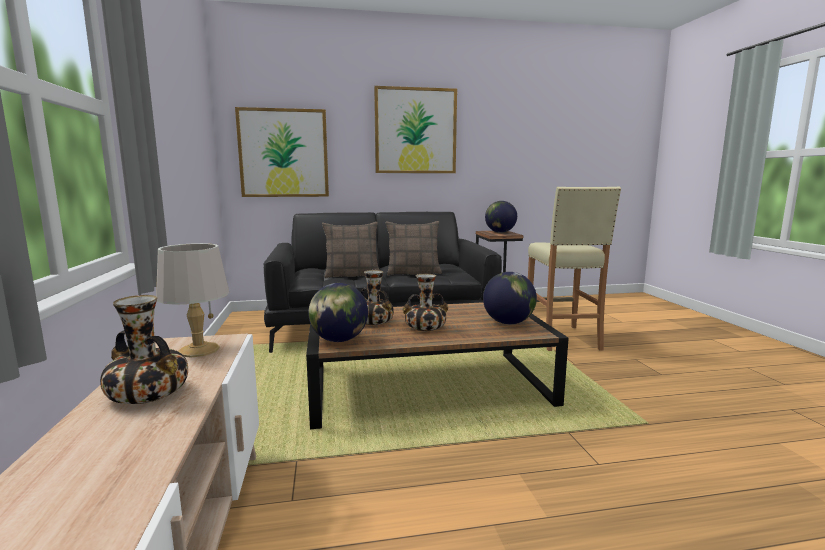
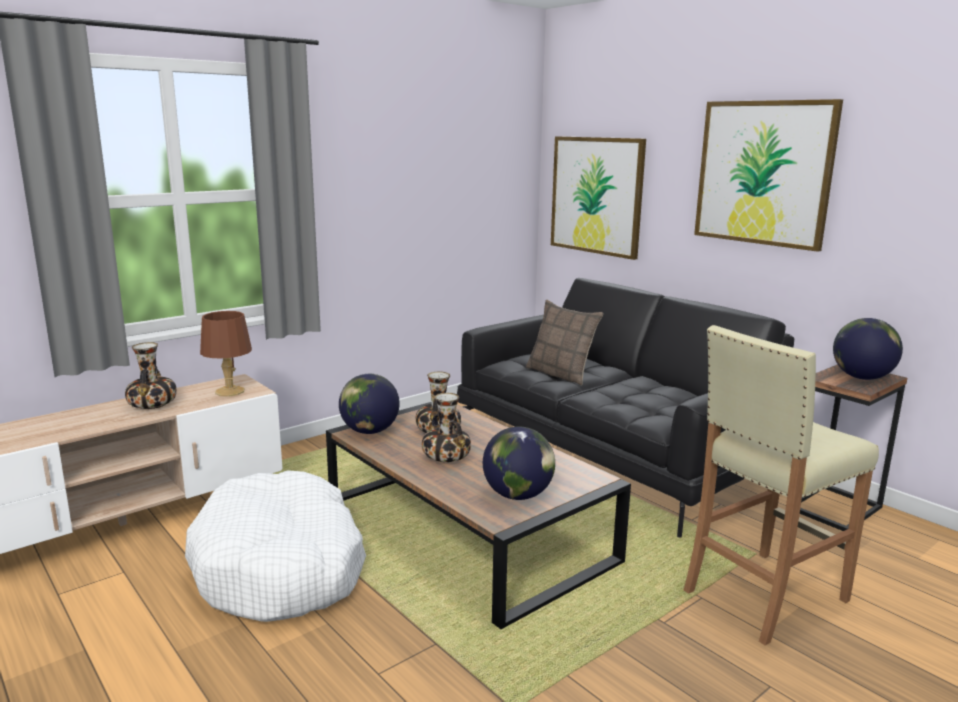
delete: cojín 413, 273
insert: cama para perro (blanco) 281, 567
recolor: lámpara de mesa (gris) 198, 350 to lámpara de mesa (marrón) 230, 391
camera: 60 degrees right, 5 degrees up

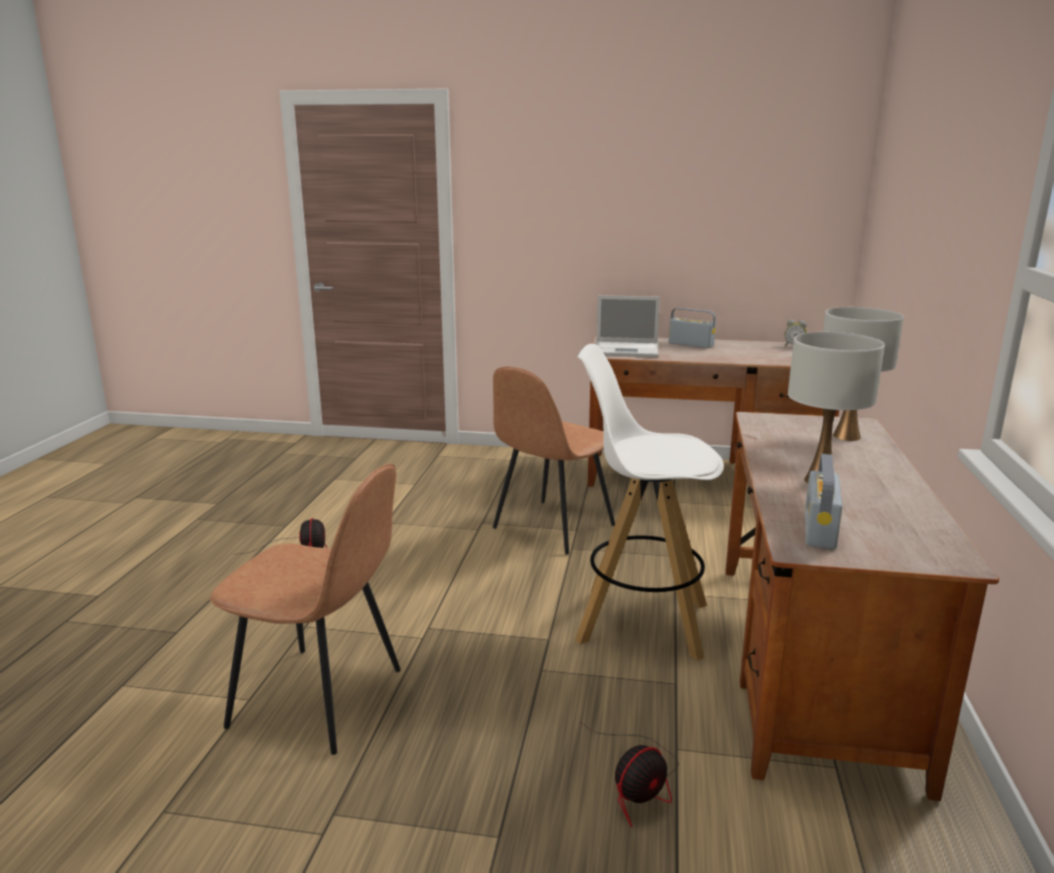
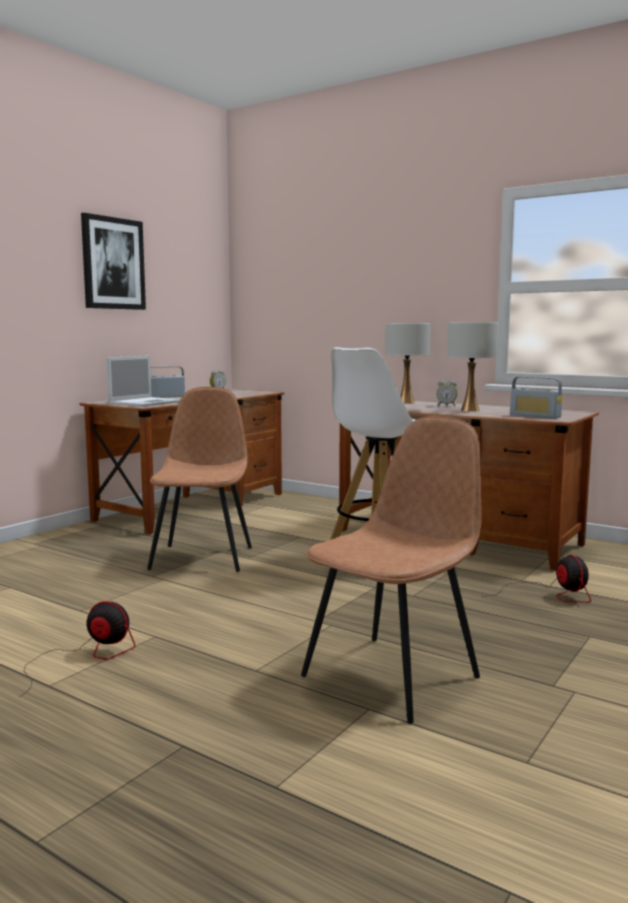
insert: cuadro 113, 263; despertador 446, 405
rotate: silla (marrón) 551, 527 = 203, 557 150 degrees counterclockwise
camera: 65 degrees left, 10 degrees down

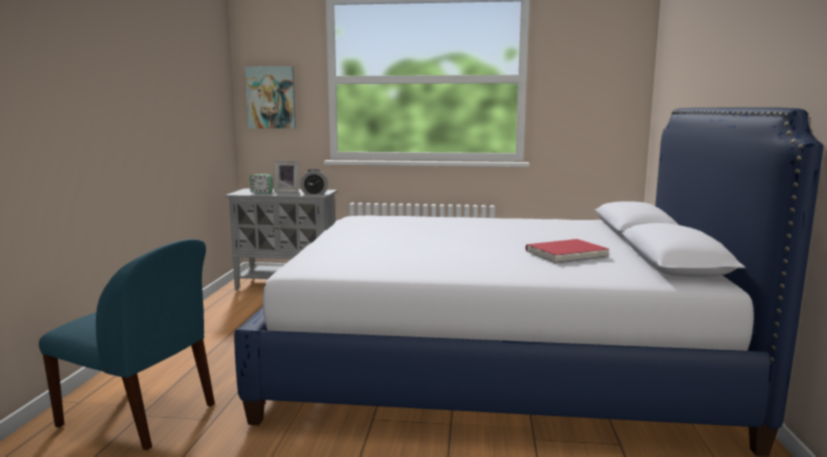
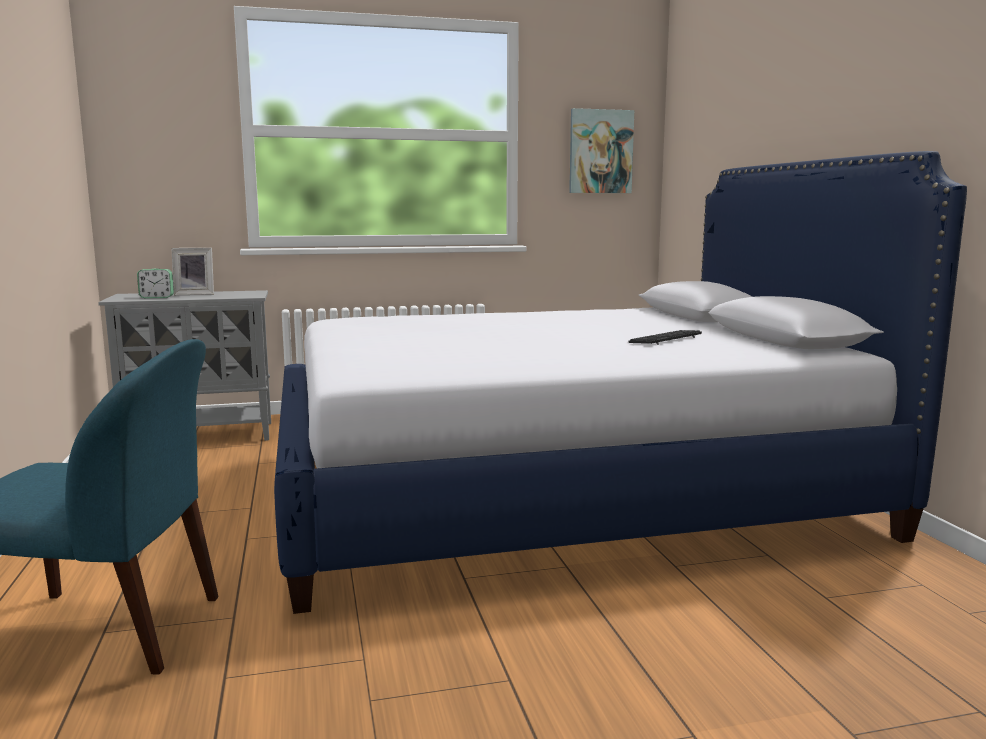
delete: despertador 314, 194
move: cuadro 271, 97 to 600, 151
replace: libro (rojo) 566, 254 to teclado 666, 339
camera: 20 degrees left, 0 degrees up

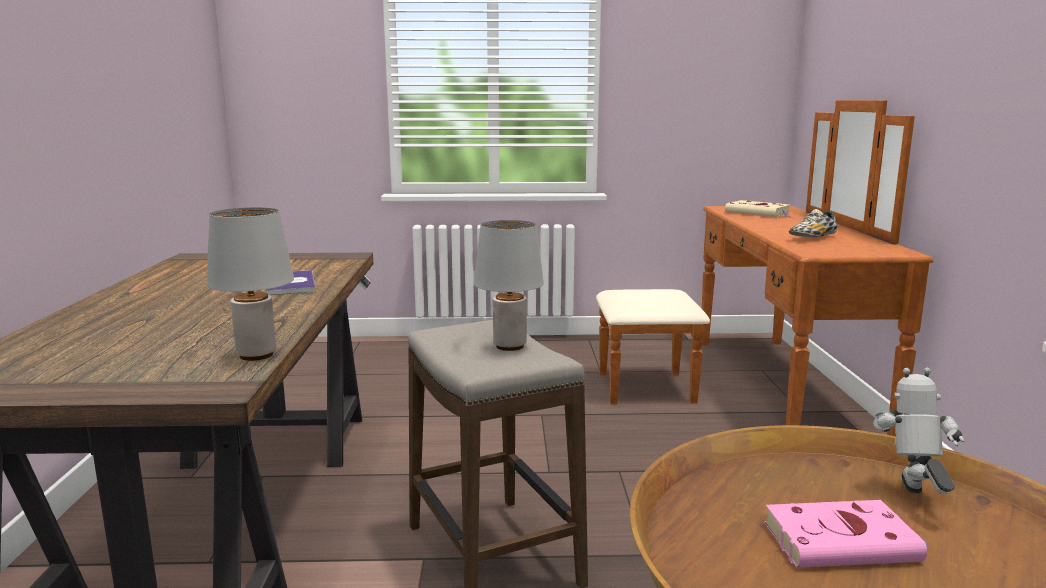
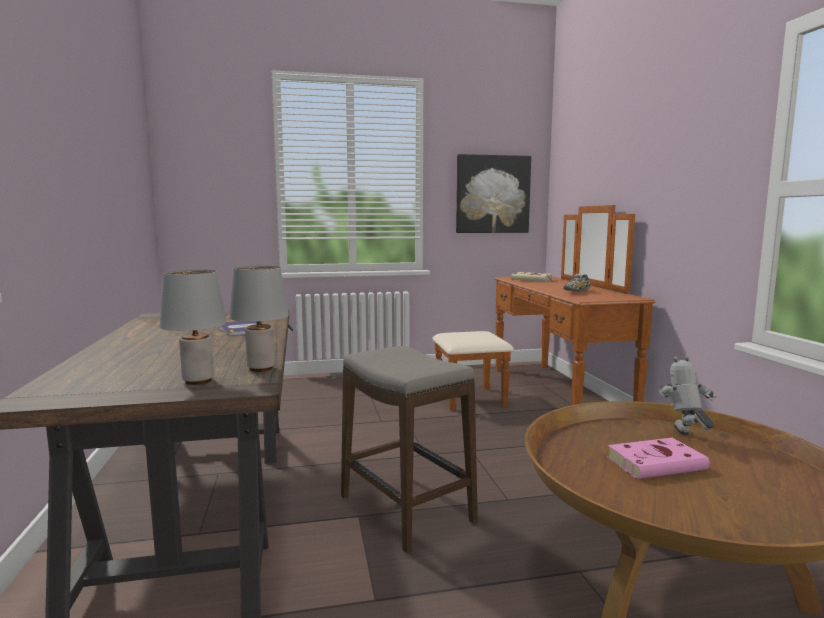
insert: cuadro 492, 194
move: lámpara de mesa (gris) 509, 346 to 197, 381
camera: 10 degrees left, 5 degrees down

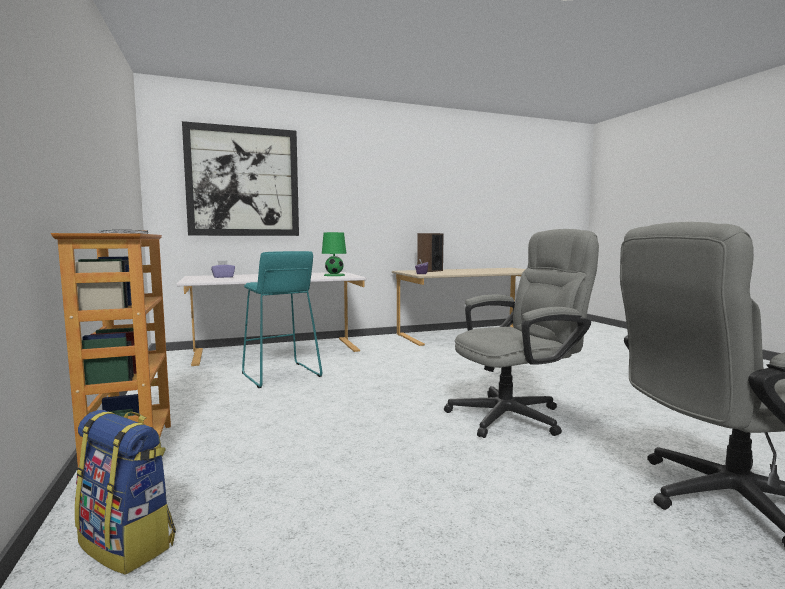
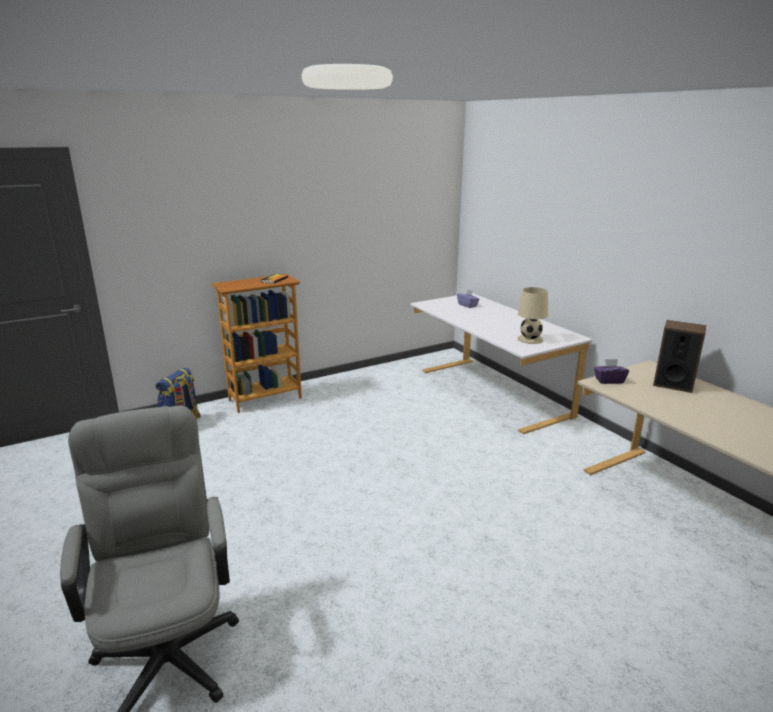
delete: cuadro 243, 182; silla de oficina (gris) 516, 415; taburete (turquesa) 280, 375
recolor: lámpara de mesa (verde) 334, 275 to lámpara de mesa (beis) 530, 339
camera: 80 degrees right, 15 degrees up

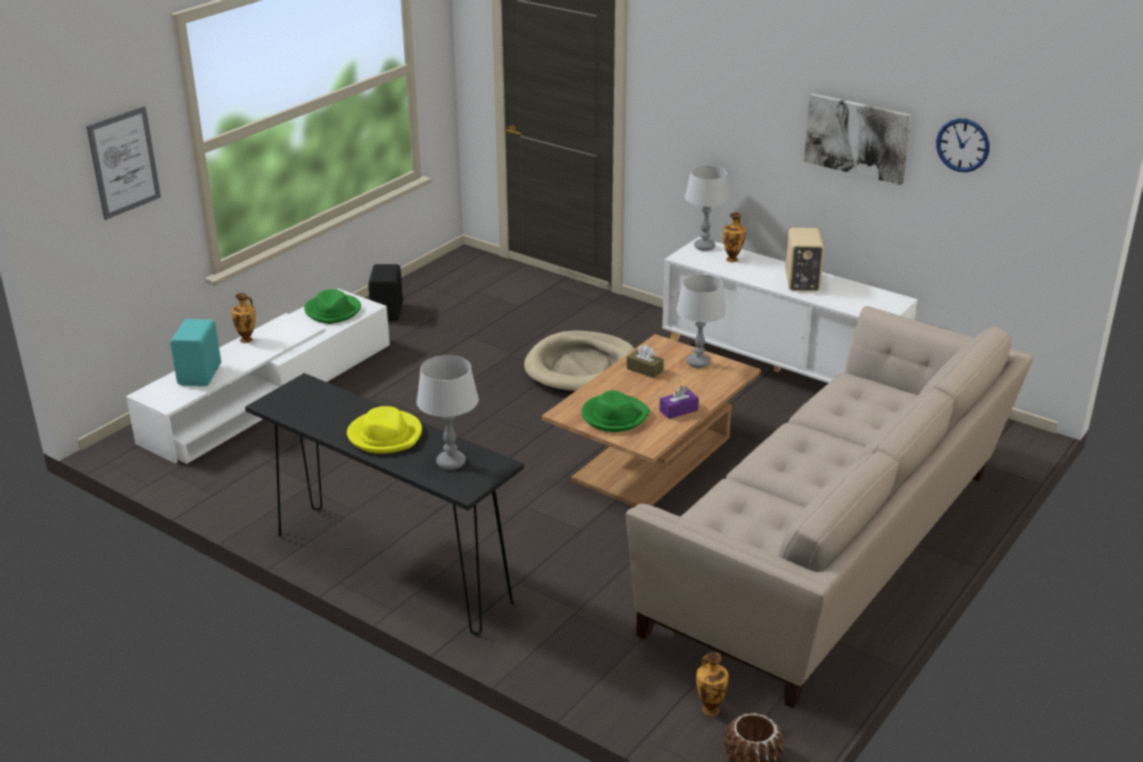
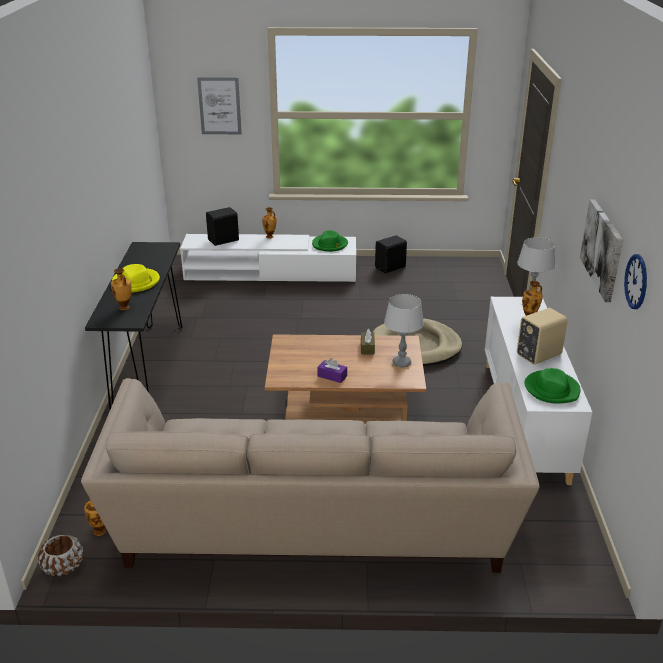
move: sombrero (verde) 614, 416 to 552, 389
replace: lámpara de mesa (gris) 451, 462 to florero 124, 308
recolor: altavoz (turquesa) 201, 375 to altavoz (negro) 224, 240
camera: 55 degrees right, 0 degrees up

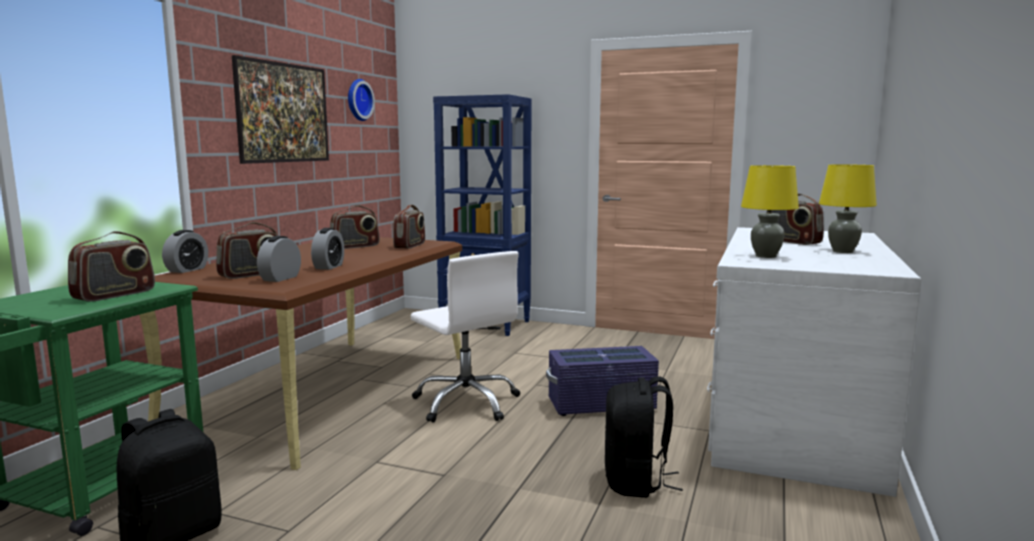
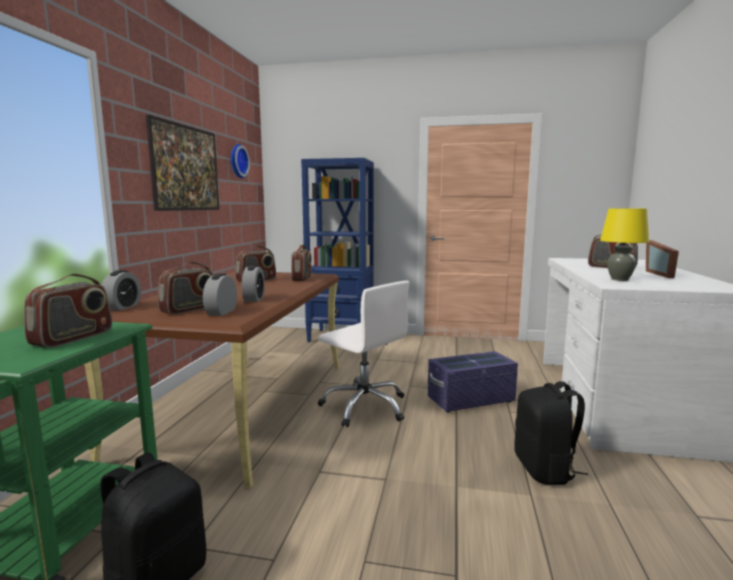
replace: lámpara de mesa (amarillo) 842, 251 to portarretratos 663, 274
camera: 10 degrees left, 0 degrees up

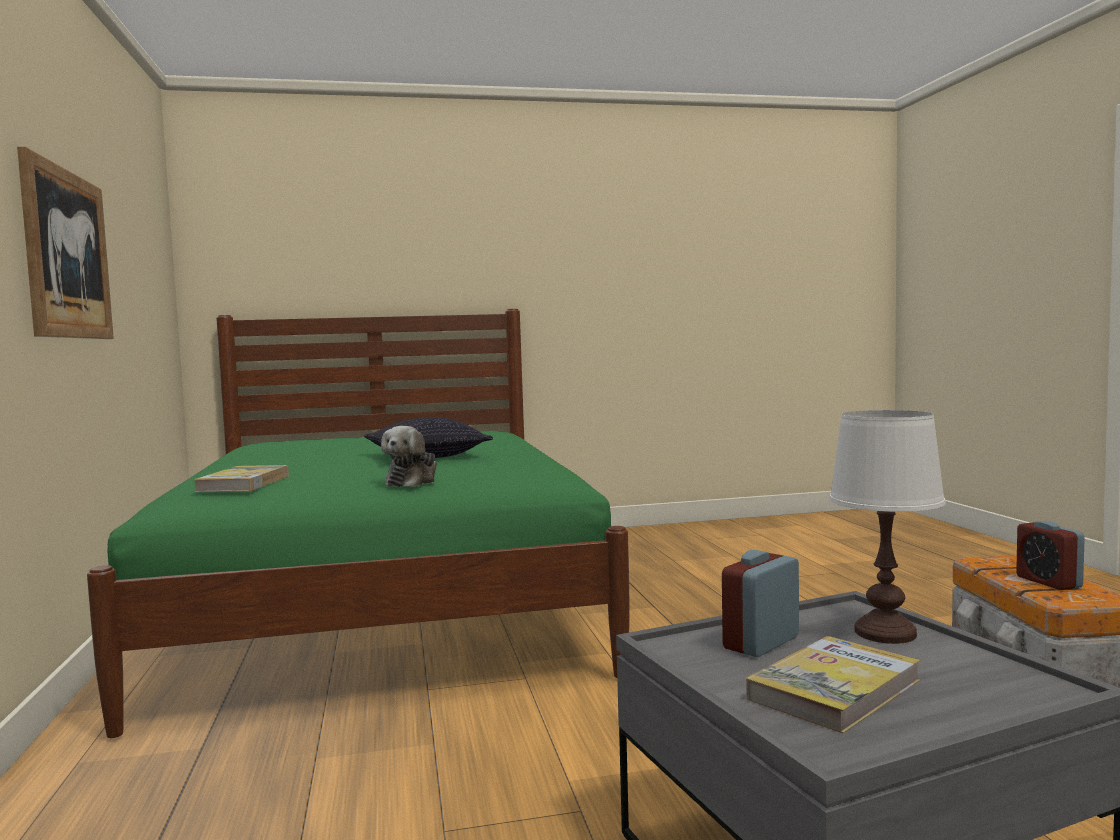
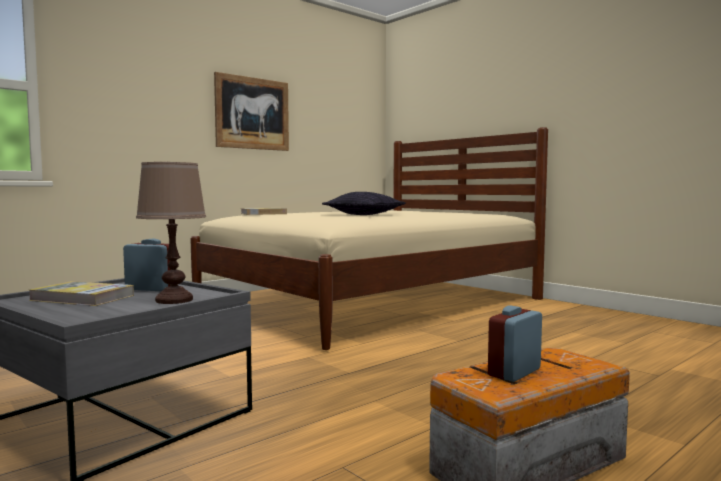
delete: peluche 412, 481
recolor: cama (verde) 384, 605 to cama (beis) 372, 302; lámpara de mesa (blanco) 884, 633 to lámpara de mesa (marrón) 174, 300
camera: 60 degrees right, 0 degrees up

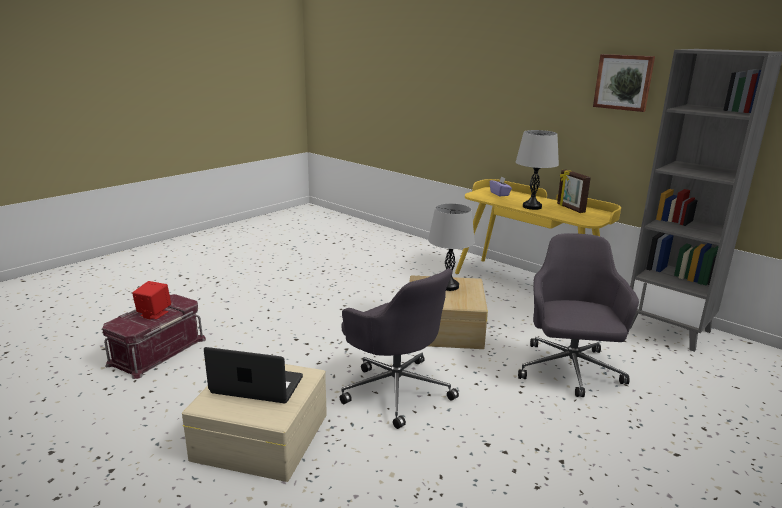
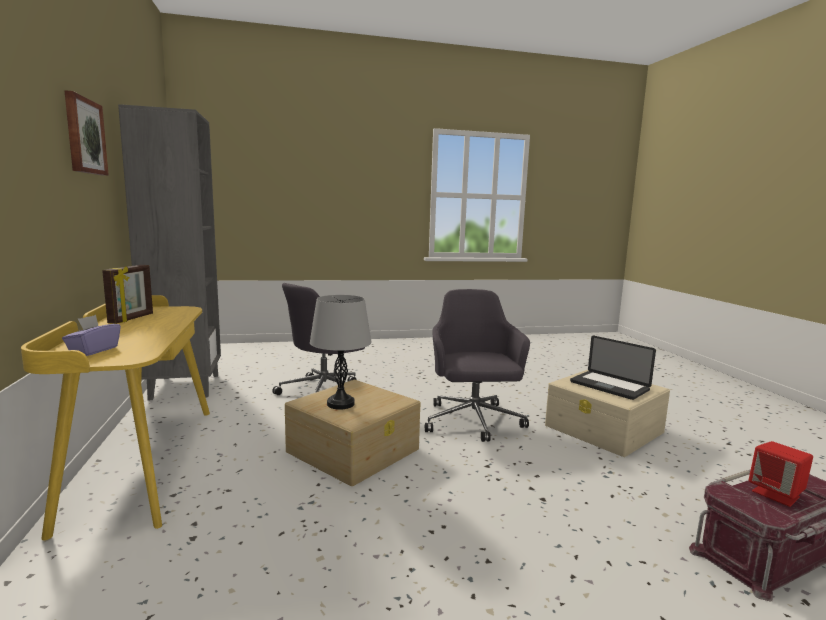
delete: lámpara de mesa (gris) 532, 207
camera: 145 degrees left, 10 degrees down

